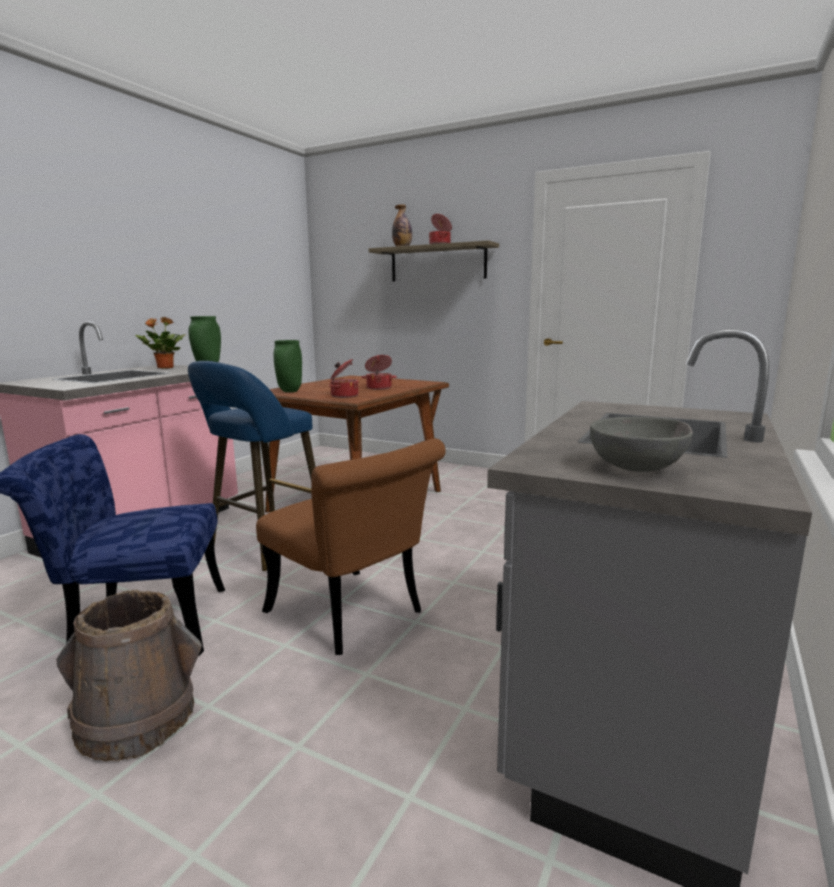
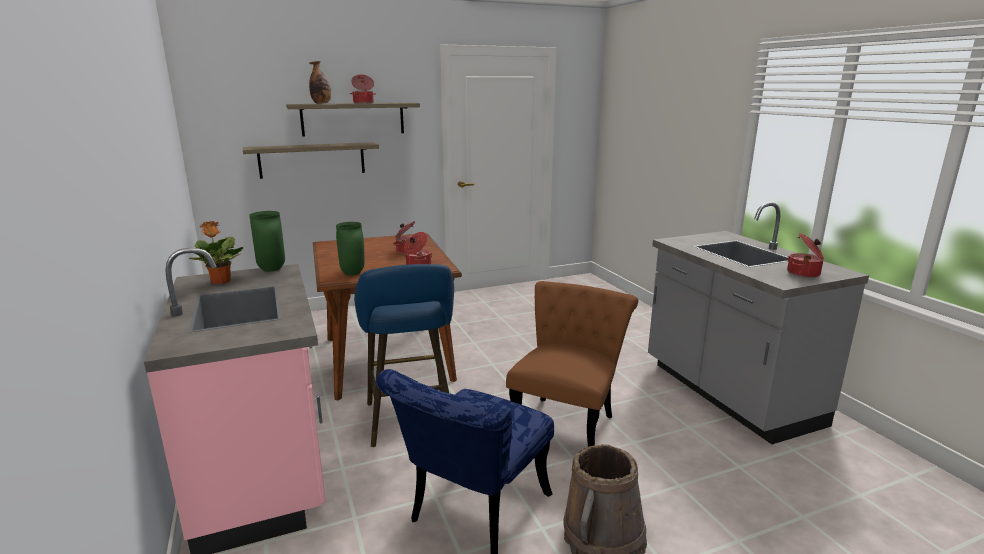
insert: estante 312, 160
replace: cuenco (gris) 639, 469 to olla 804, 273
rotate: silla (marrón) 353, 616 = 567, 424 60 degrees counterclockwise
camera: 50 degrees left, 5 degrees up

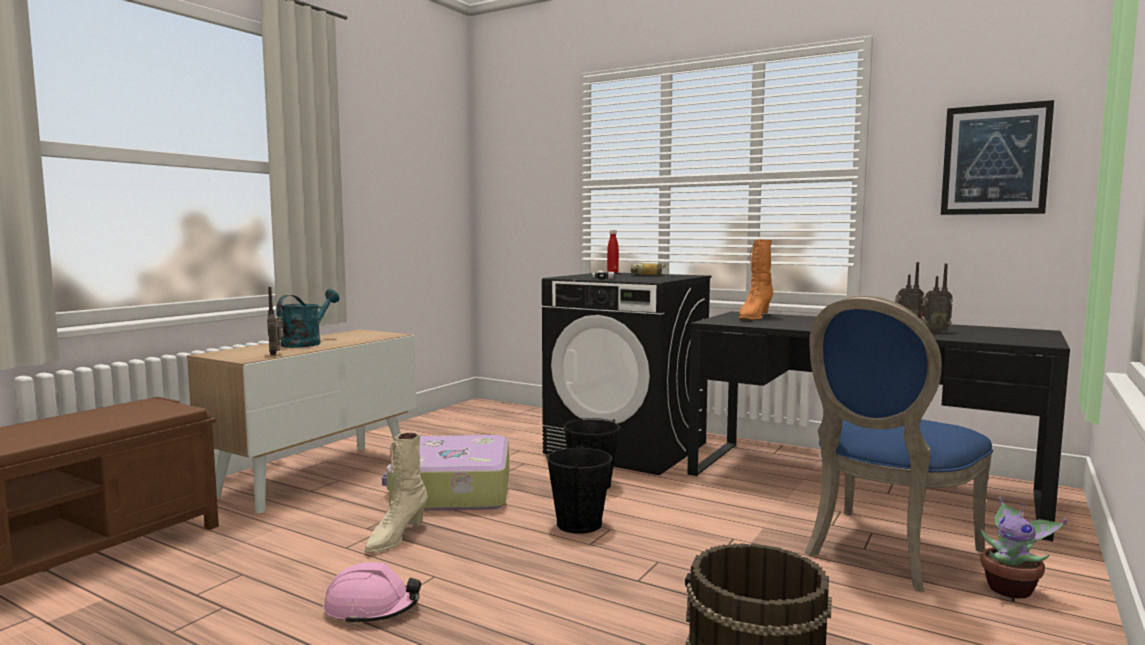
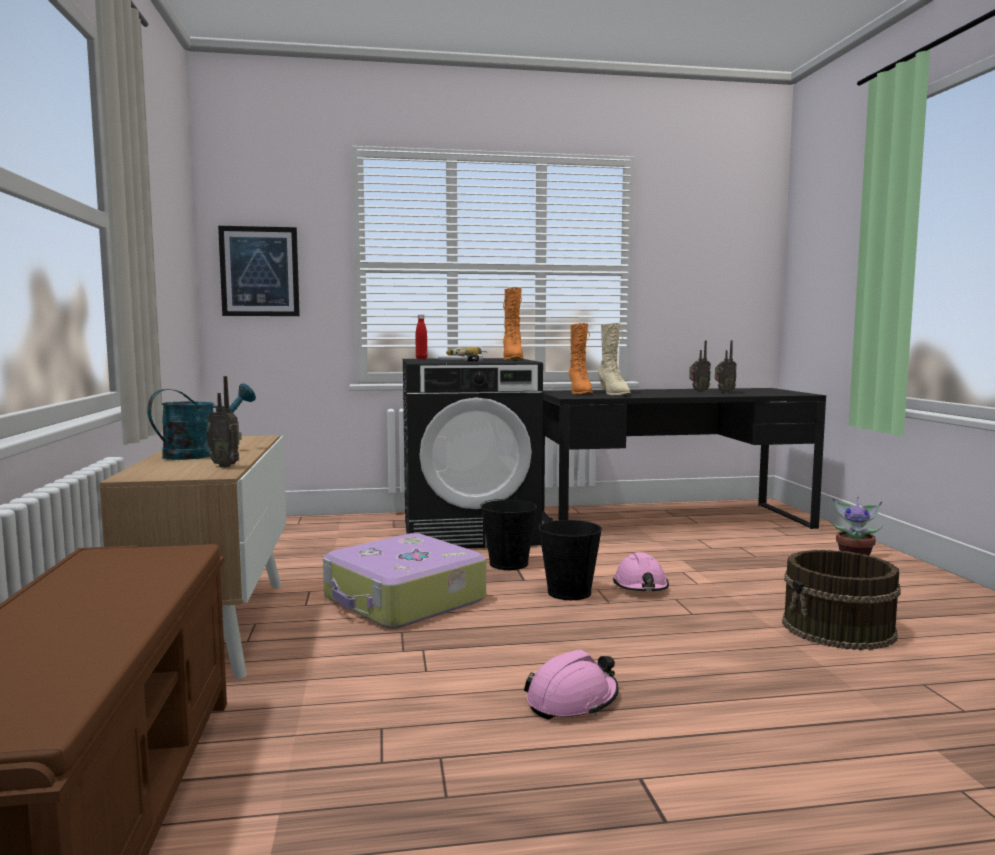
delete: silla (azul) 884, 552
insert: bota (naranja) 512, 359; casco (rosa) 641, 587
move: cuadro 995, 160 to 259, 271; bota (beis) 396, 538 to 613, 393
rotate: regadera (turquesa) 306, 343 = 200, 454 60 degrees clockwise
camera: 40 degrees left, 0 degrees up

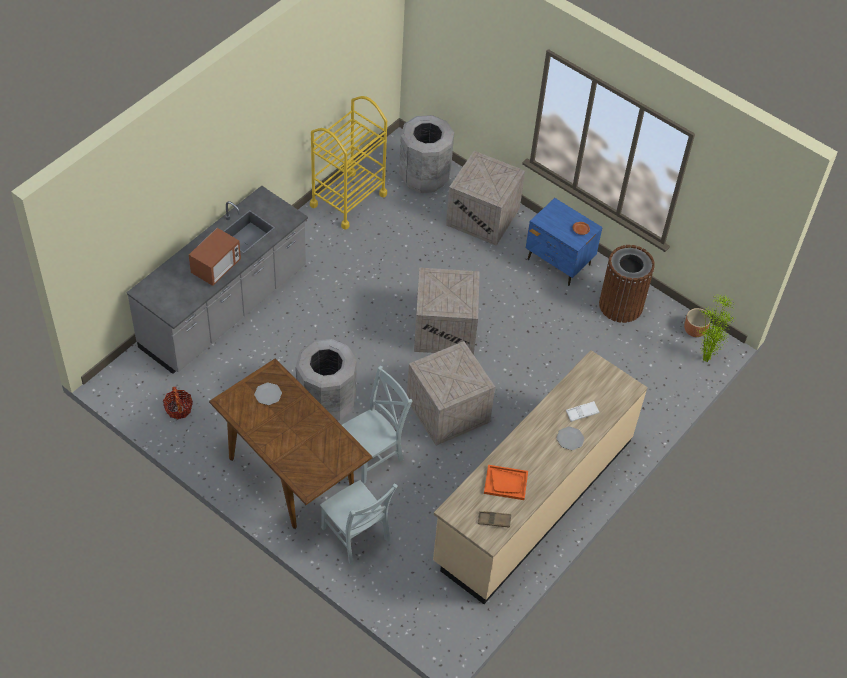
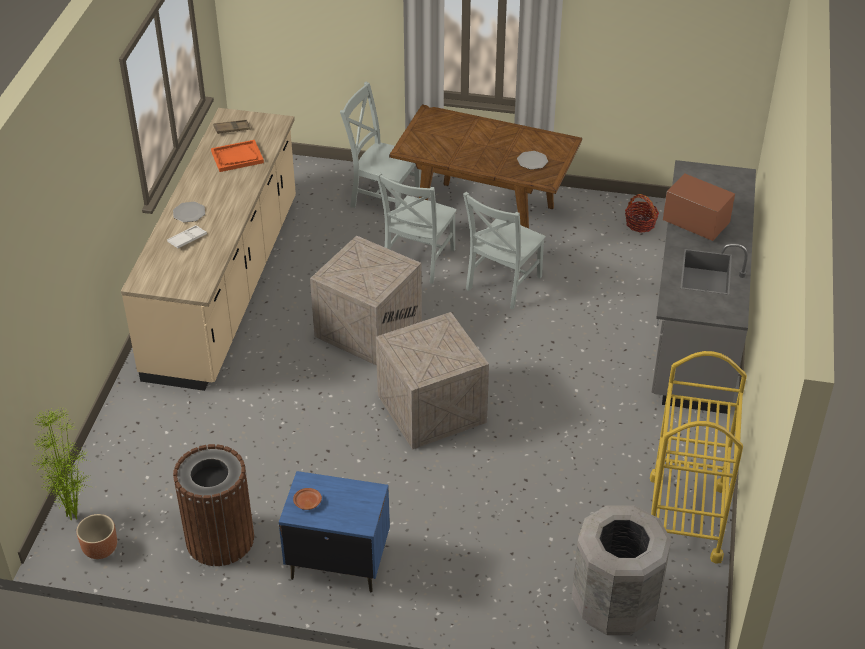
delete: caja de embalaje 484, 216
replace: papelera (gris) 327, 403 to silla (gris) 502, 284
rotate: microondas 216, 267 = 696, 224 120 degrees clockwise
camera: 155 degrees right, 10 degrees down

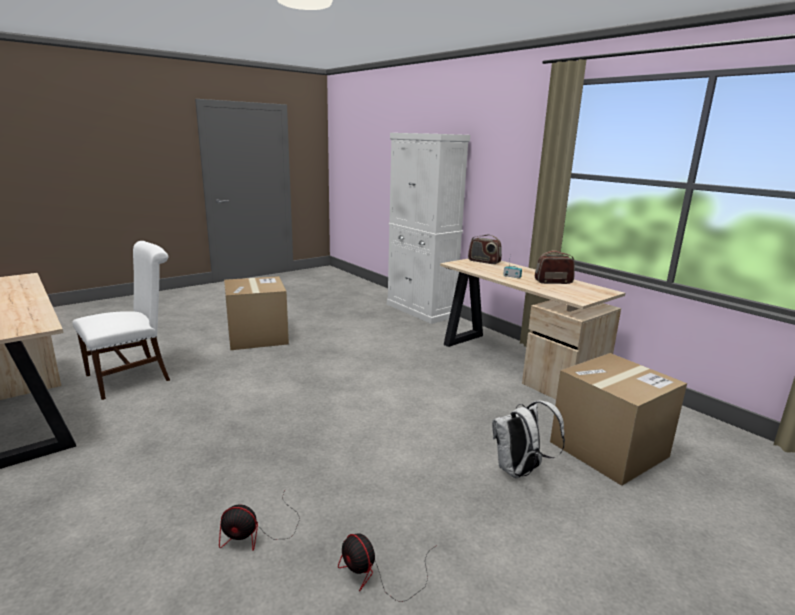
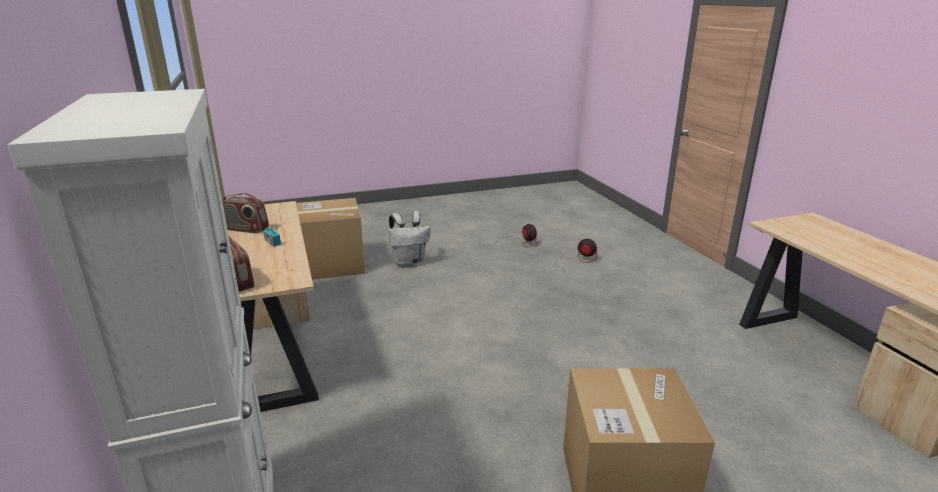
delete: silla (blanco) 134, 376
camera: 160 degrees left, 5 degrees up

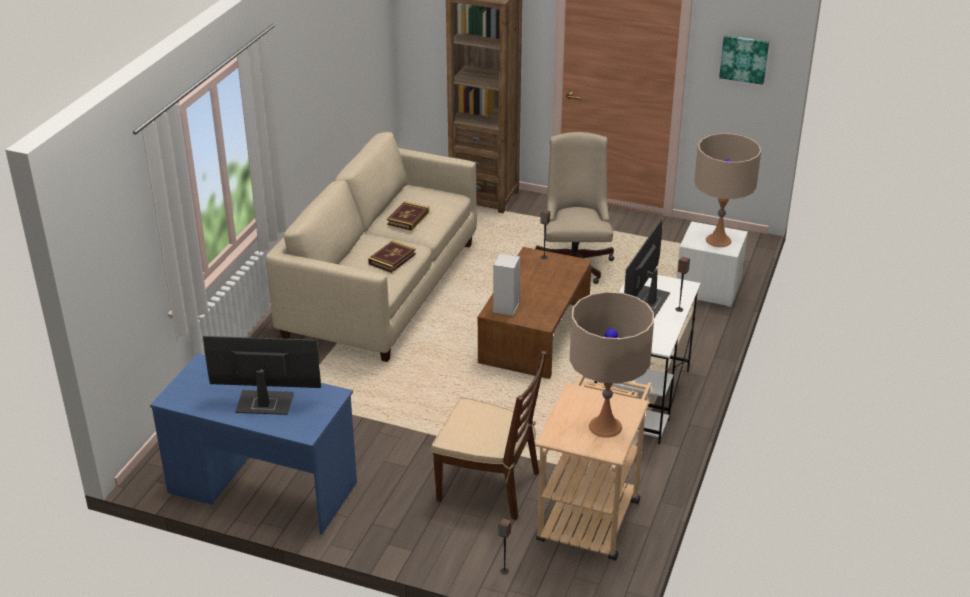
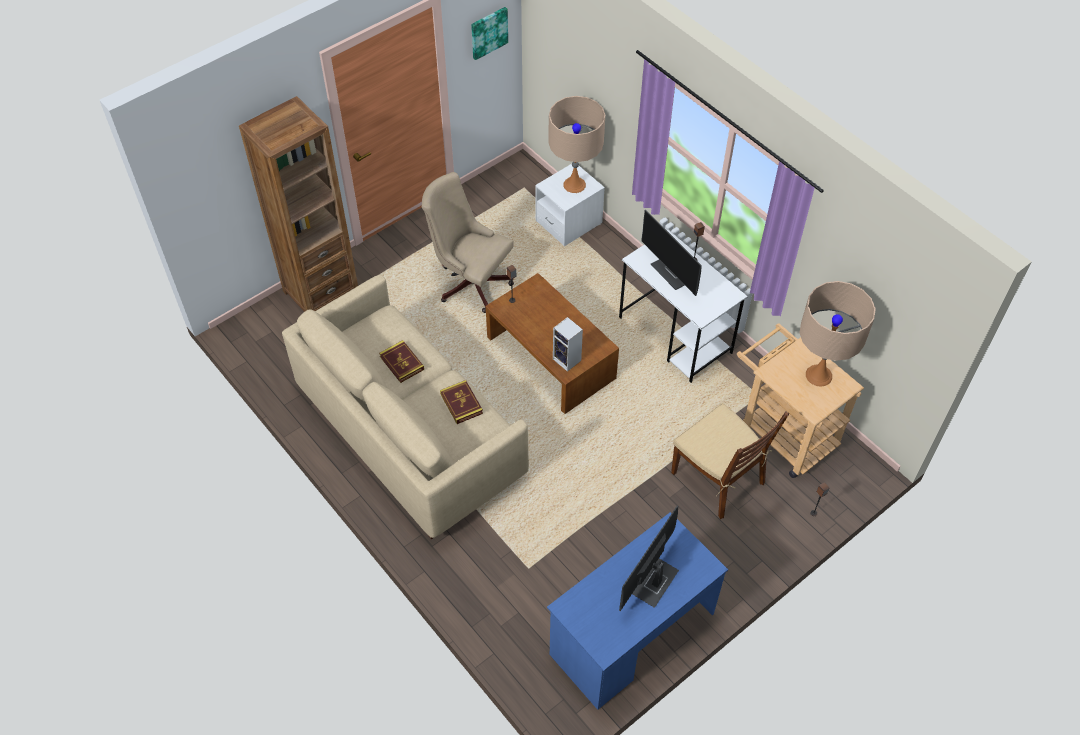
rotate: silla (marrón) 489, 486 = 718, 478 90 degrees clockwise
camera: 60 degrees left, 20 degrees up

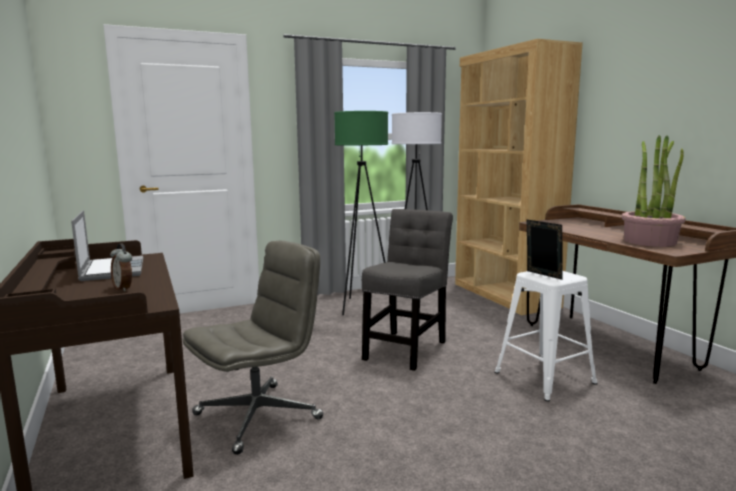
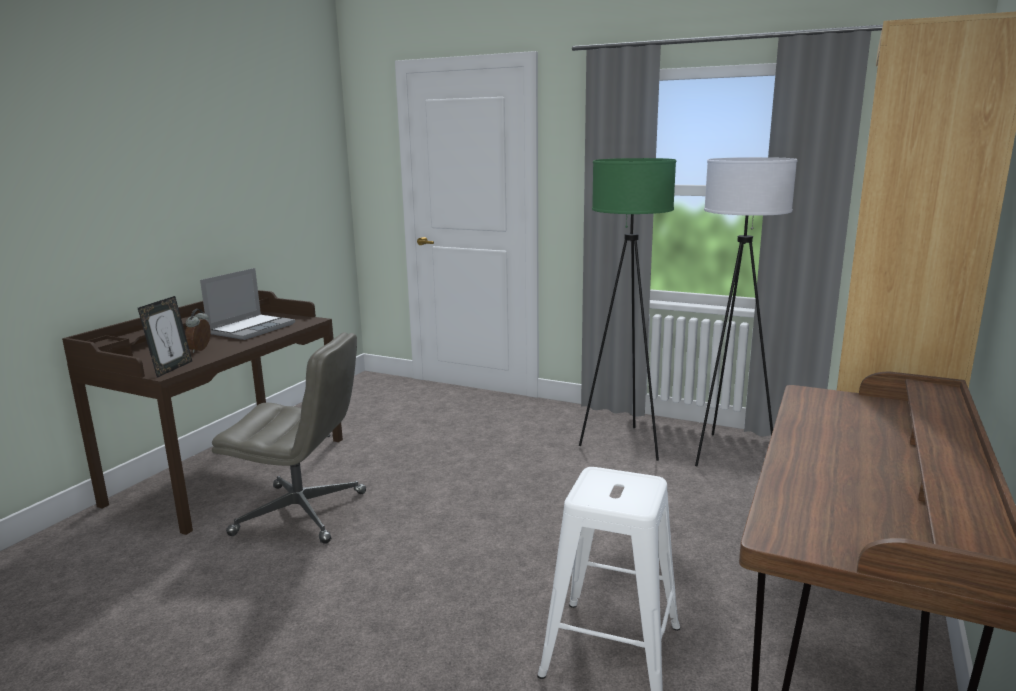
delete: planta en maceta 650, 241; silla (gris) 406, 348
move: portarretratos 542, 275 to 171, 369
camera: 50 degrees right, 5 degrees up

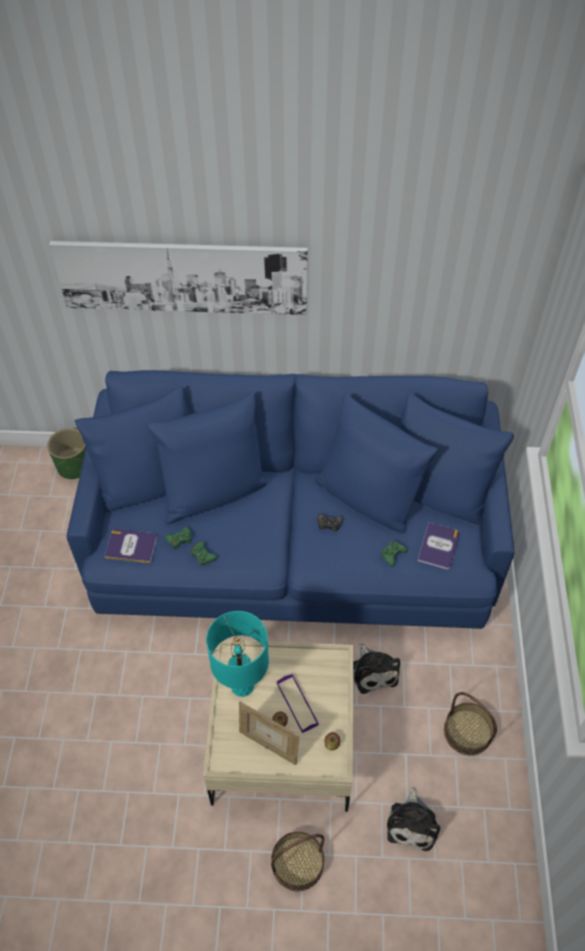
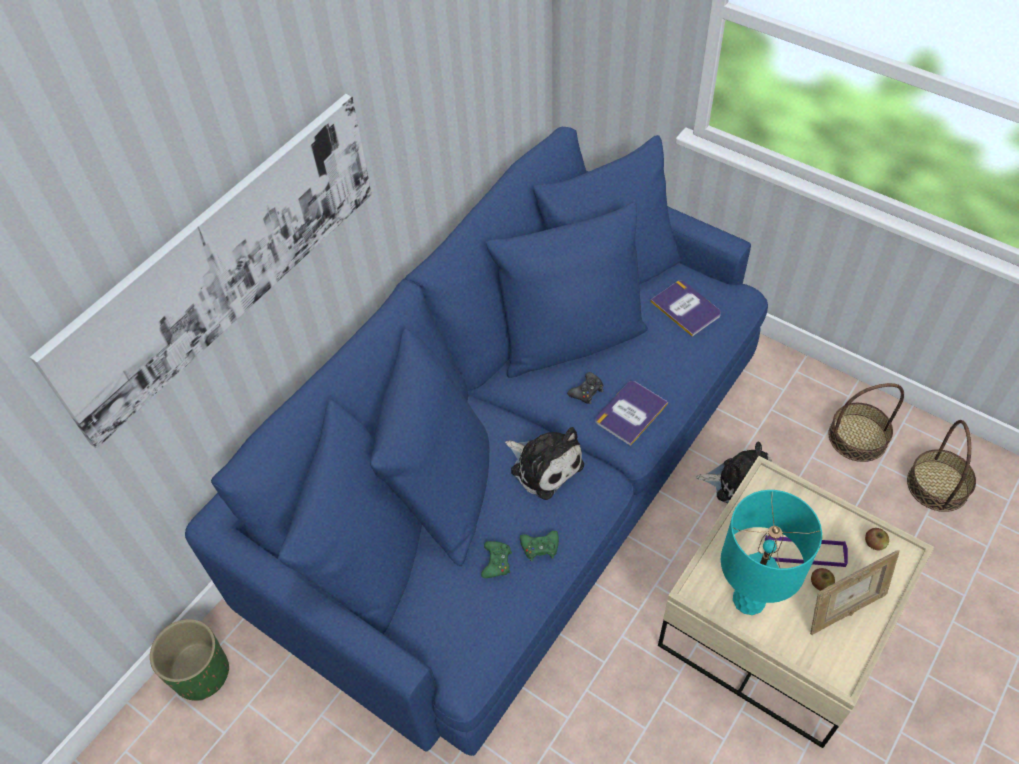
delete: mando de consola (verde) 392, 554
move: libro 131, 546 to 630, 412; peluche 412, 823 to 544, 465; cesta 297, 863 to 938, 485
camera: 55 degrees left, 0 degrees up

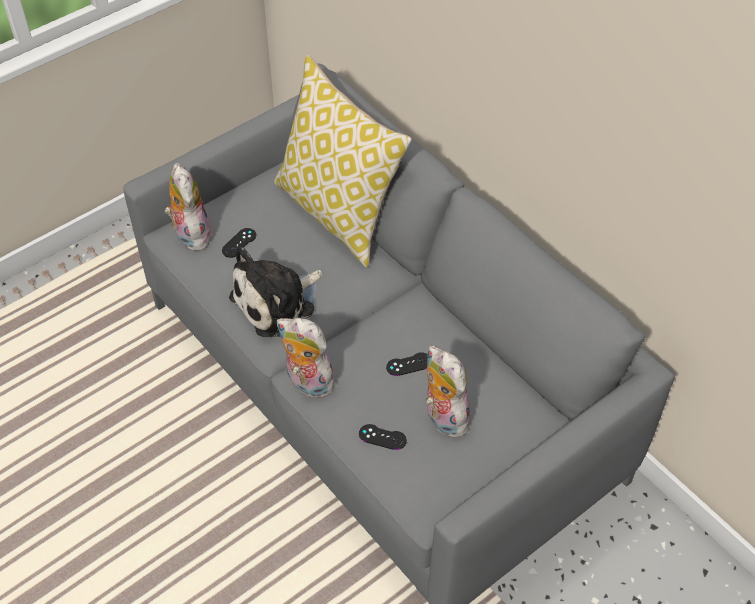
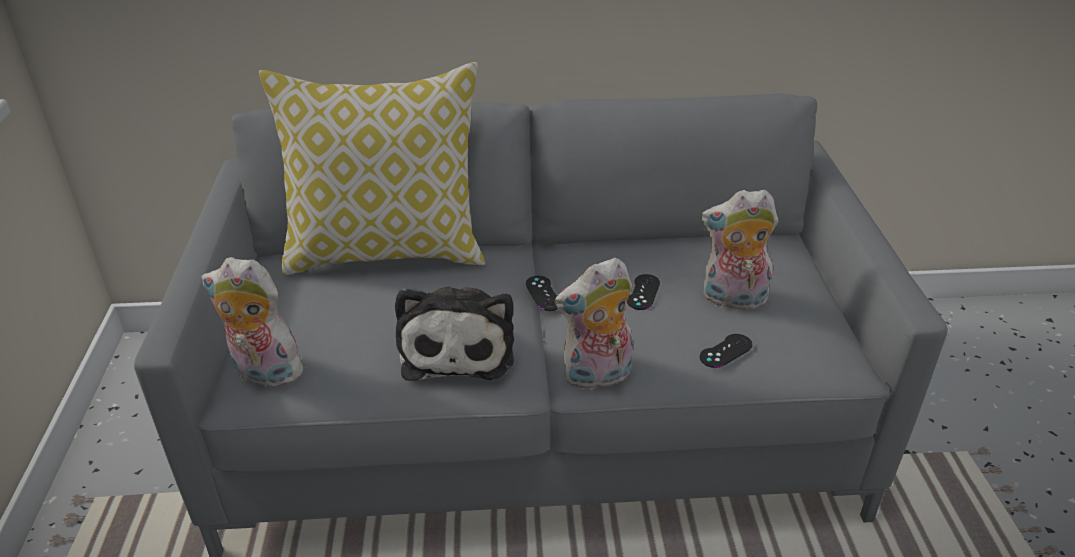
move: mando de consola (negro) 239, 243 to 543, 293
camera: 55 degrees left, 15 degrees down

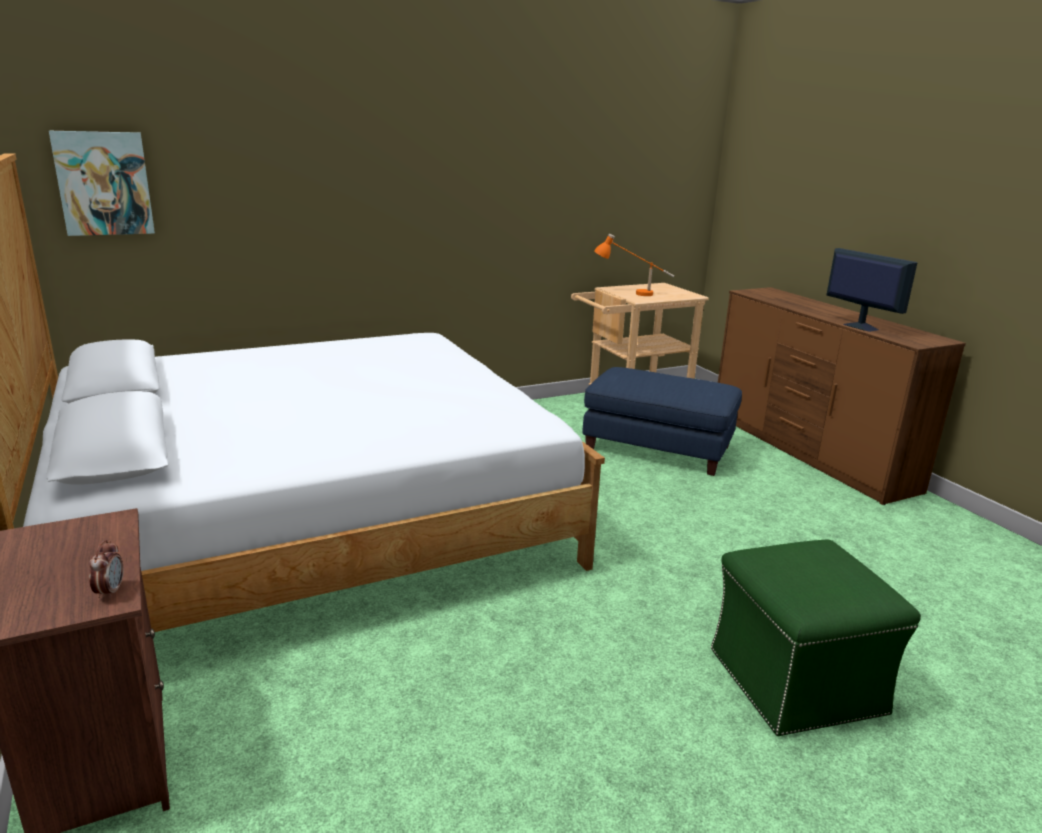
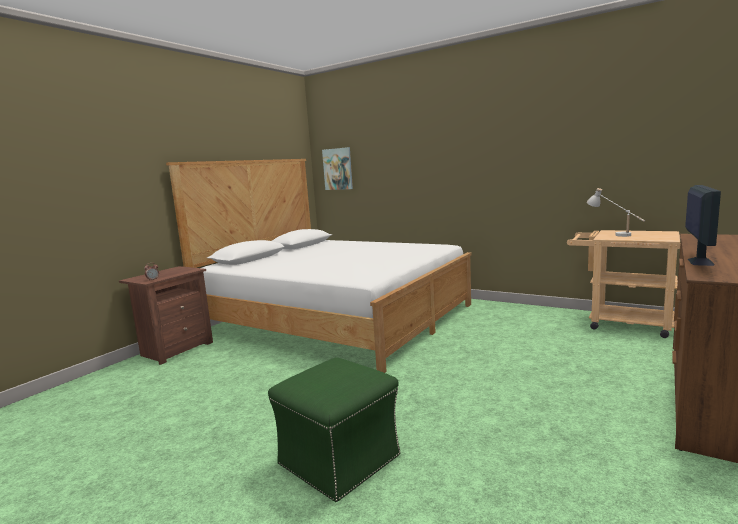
delete: puf (azul) 658, 448
recolor: lámpara de mesa (naranja) 631, 293 to lámpara de mesa (blanco) 614, 234
camera: 60 degrees right, 10 degrees down

